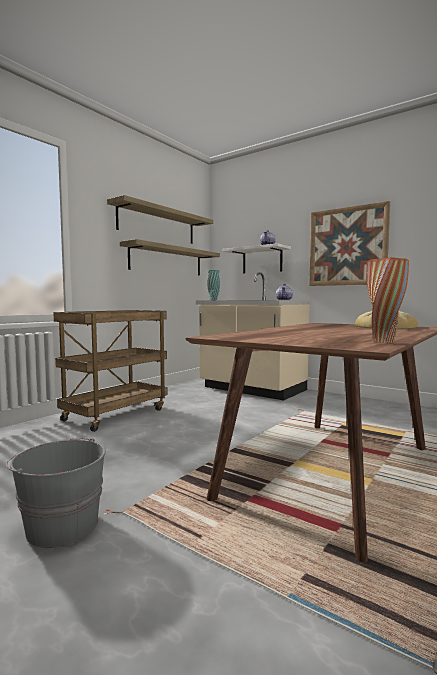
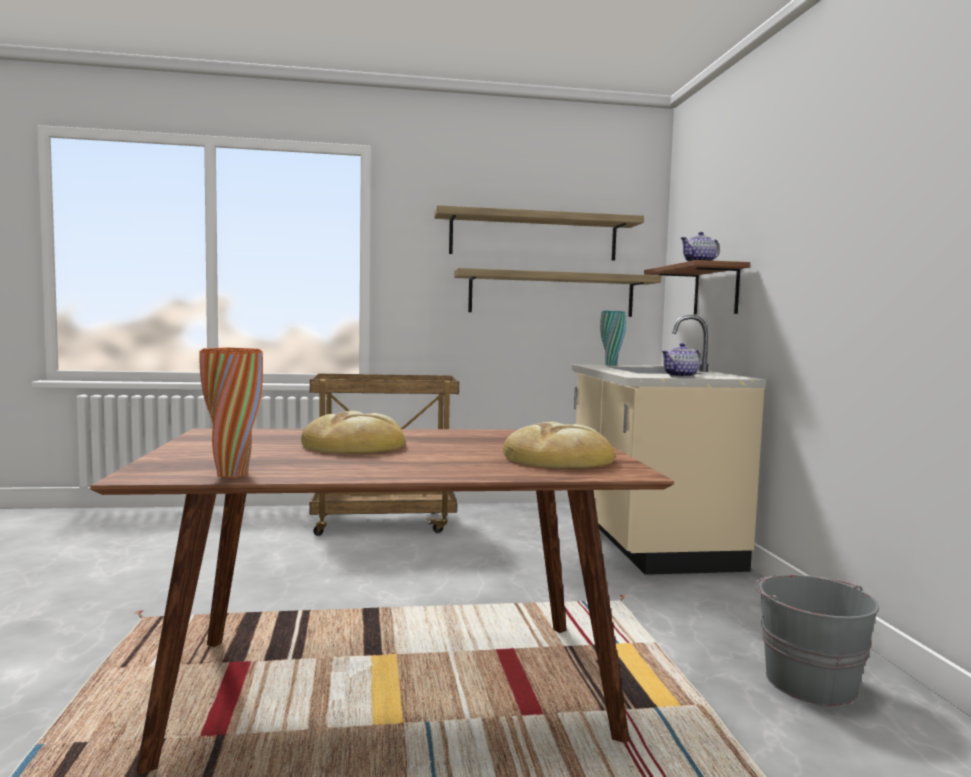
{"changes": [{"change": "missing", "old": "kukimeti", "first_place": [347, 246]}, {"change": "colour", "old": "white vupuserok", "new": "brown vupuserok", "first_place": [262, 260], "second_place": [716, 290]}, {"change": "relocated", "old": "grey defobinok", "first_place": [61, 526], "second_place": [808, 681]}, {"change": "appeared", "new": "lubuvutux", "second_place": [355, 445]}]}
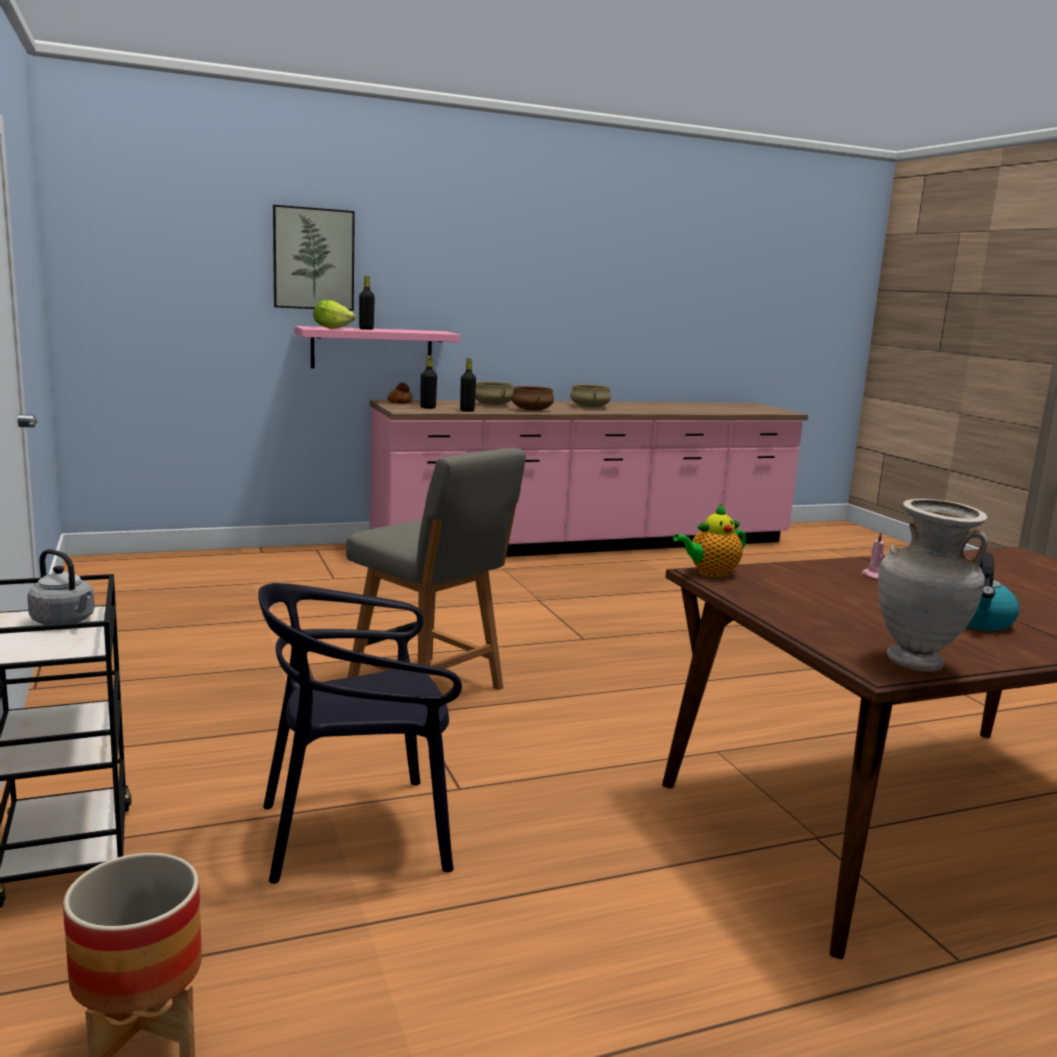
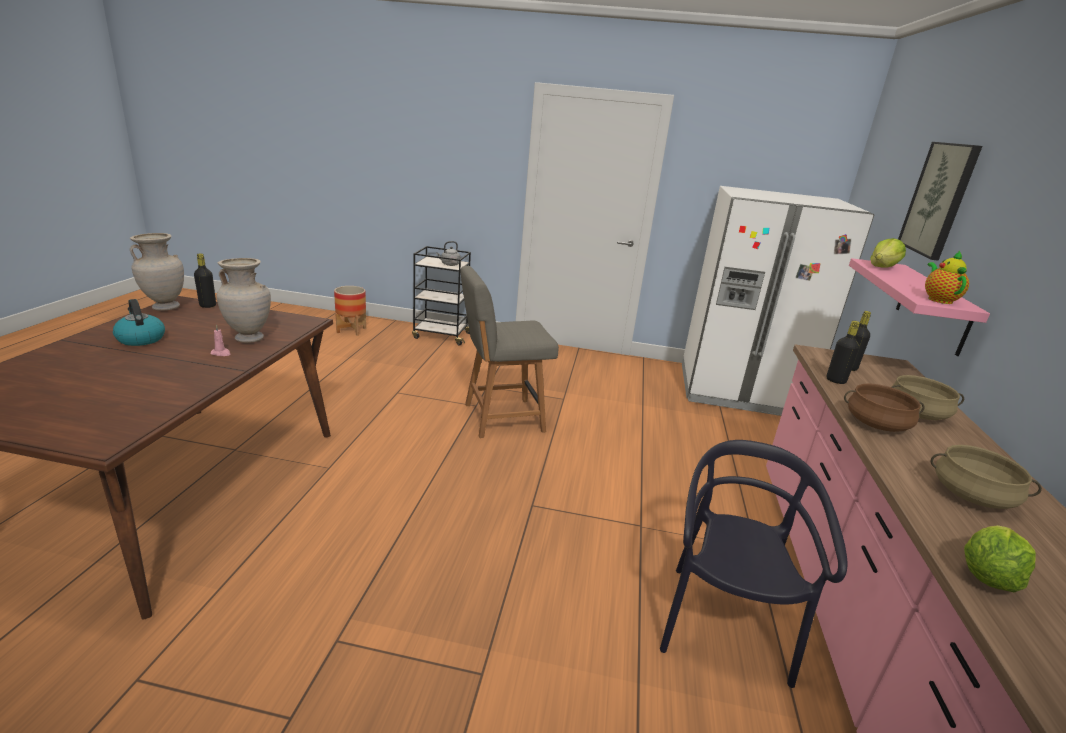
{"changes": [{"change": "relocated", "old": "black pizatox", "first_place": [366, 329], "second_place": [208, 305]}, {"change": "missing", "old": "lubuvutux", "first_place": [400, 402]}, {"change": "relocated", "old": "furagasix", "first_place": [710, 573], "second_place": [938, 299]}, {"change": "relocated", "old": "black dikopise", "first_place": [357, 832], "second_place": [723, 623]}, {"change": "appeared", "new": "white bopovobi", "second_place": [738, 391]}, {"change": "appeared", "new": "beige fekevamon", "second_place": [249, 338]}, {"change": "appeared", "new": "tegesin", "second_place": [986, 576]}]}
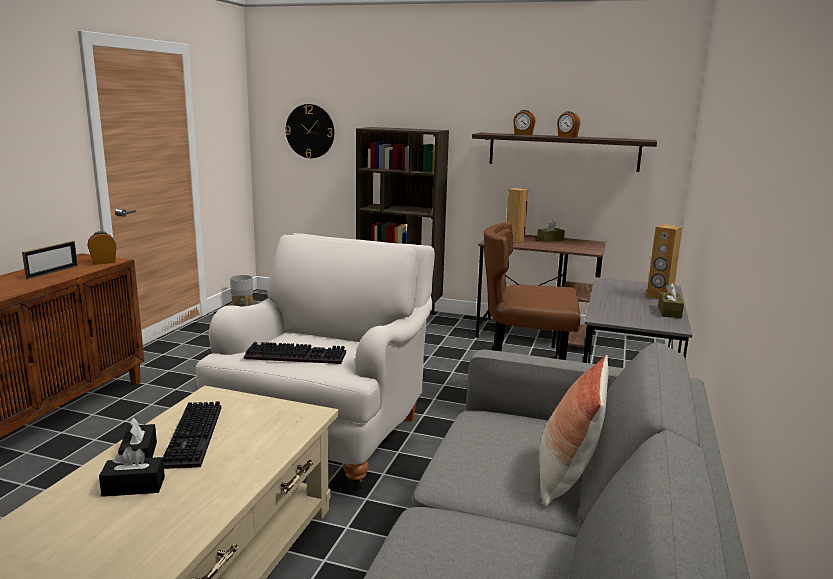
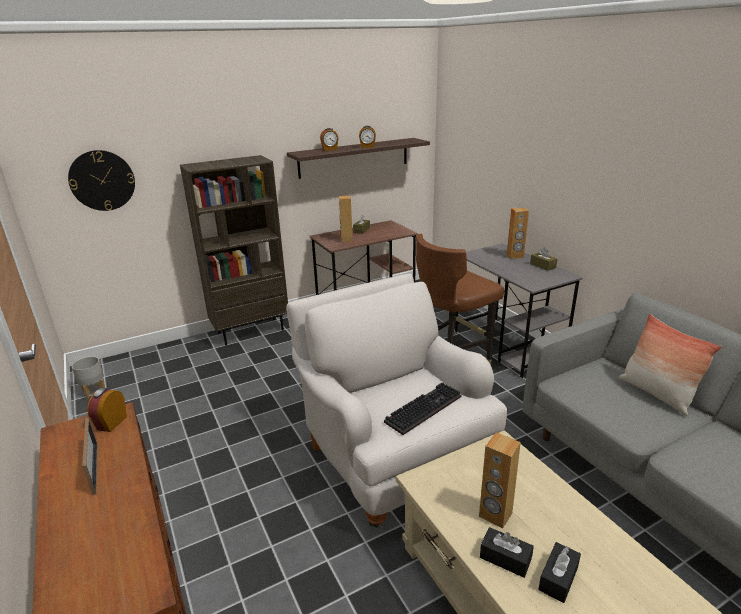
{"changes": [{"change": "exchanged", "old": "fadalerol", "new": "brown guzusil", "first_place": [195, 437], "second_place": [495, 515]}]}
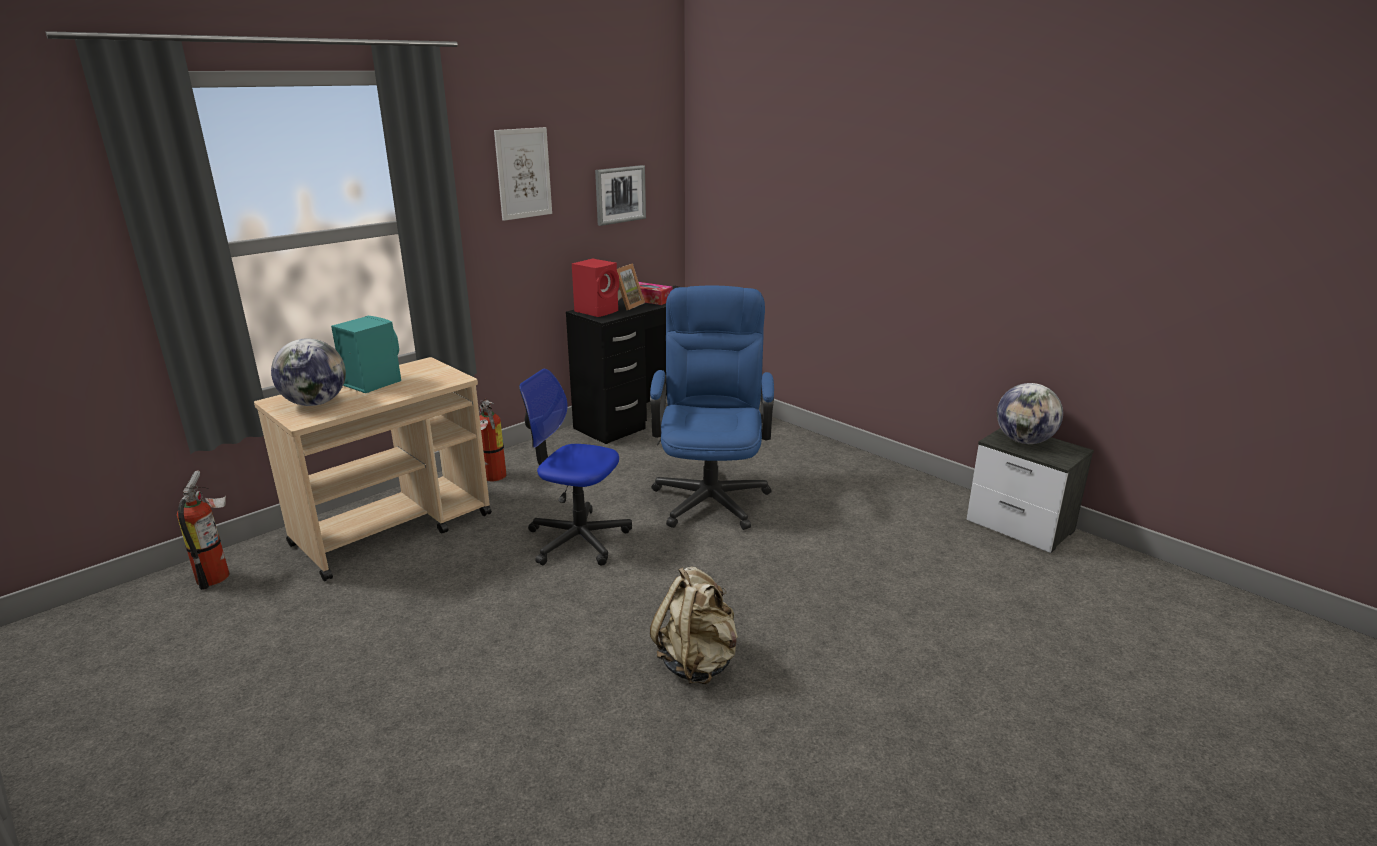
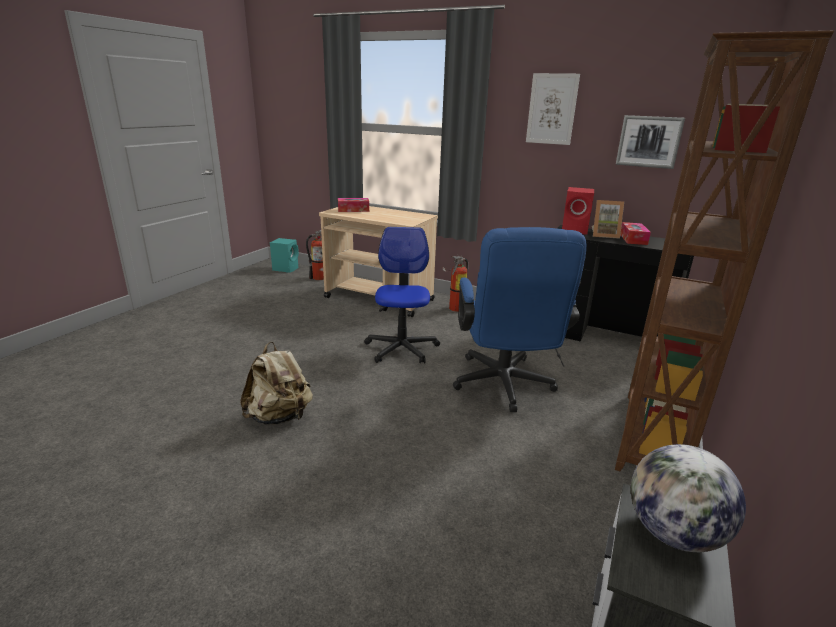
{"changes": [{"change": "spun", "old": "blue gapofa", "first_place": [711, 494], "second_place": [504, 387], "degrees": 105}, {"change": "relocated", "old": "turquoise guzusil", "first_place": [371, 383], "second_place": [286, 268]}, {"change": "exchanged", "old": "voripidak", "new": "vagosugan", "first_place": [315, 403], "second_place": [353, 210]}, {"change": "appeared", "new": "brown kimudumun", "second_place": [650, 437]}]}
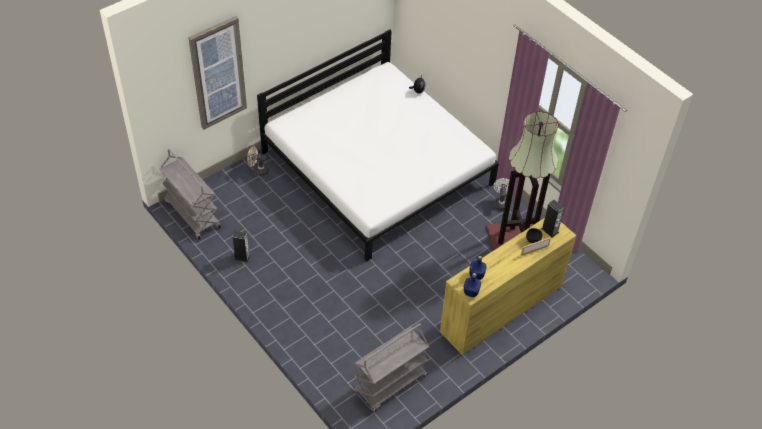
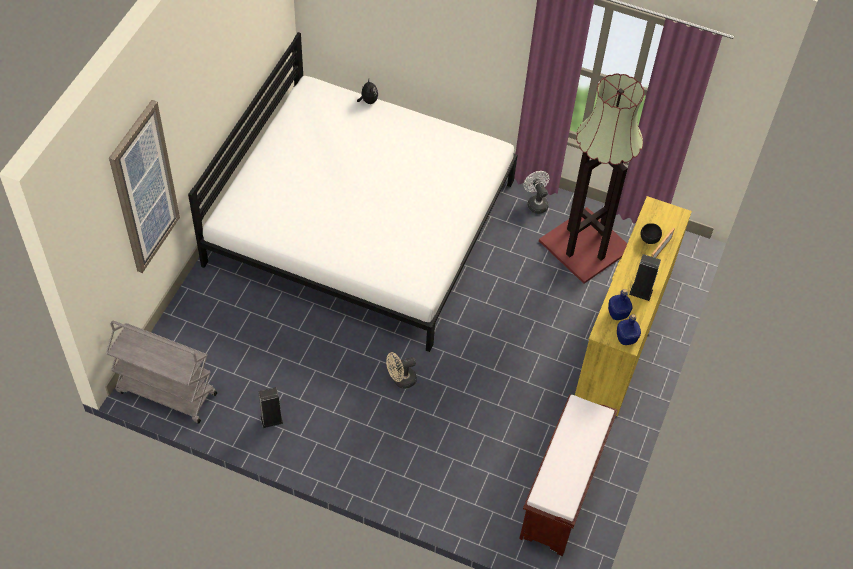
{"changes": [{"change": "relocated", "old": "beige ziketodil", "first_place": [258, 170], "second_place": [401, 380]}, {"change": "relocated", "old": "guzusil", "first_place": [550, 230], "second_place": [641, 292]}, {"change": "exchanged", "old": "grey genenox", "new": "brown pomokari", "first_place": [390, 385], "second_place": [561, 495]}]}
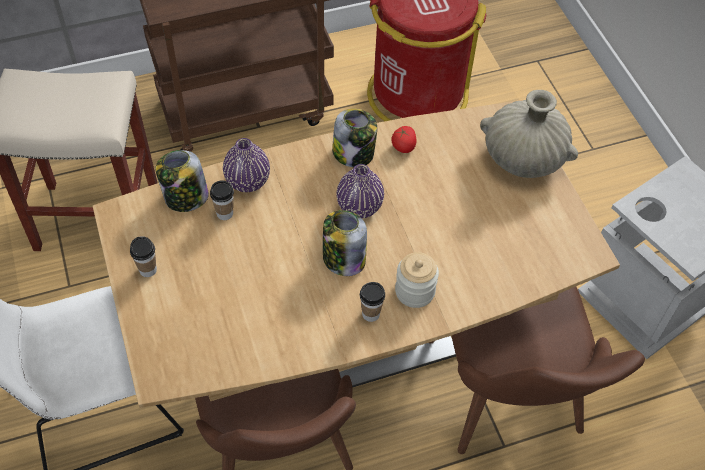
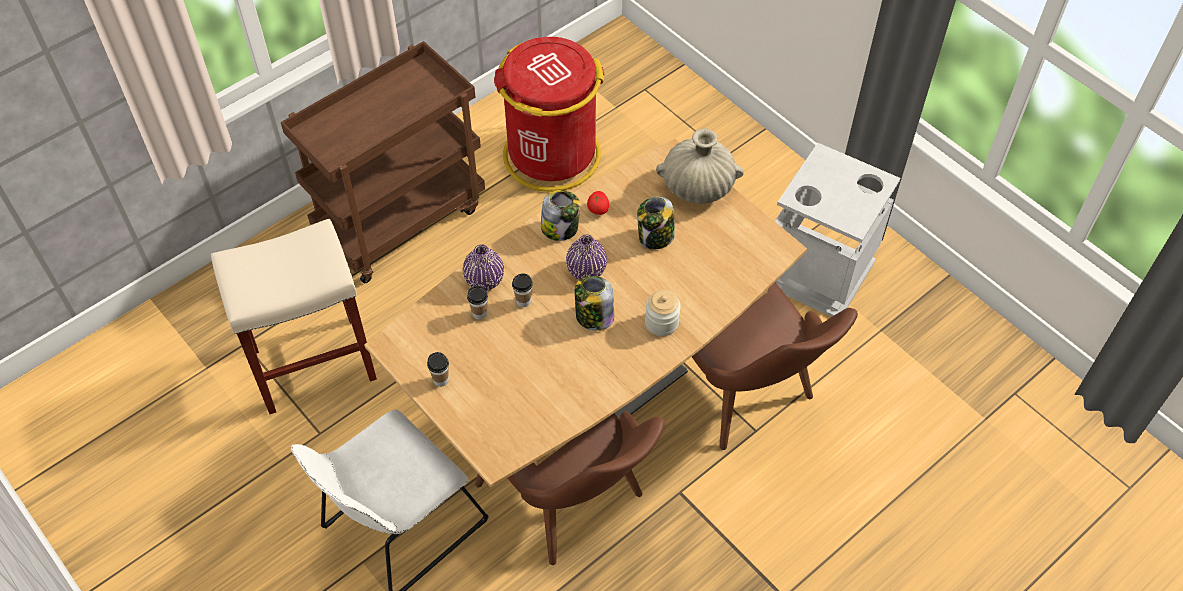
{"changes": [{"change": "relocated", "old": "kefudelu", "first_place": [185, 198], "second_place": [655, 237]}, {"change": "relocated", "old": "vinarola", "first_place": [370, 314], "second_place": [523, 301]}]}
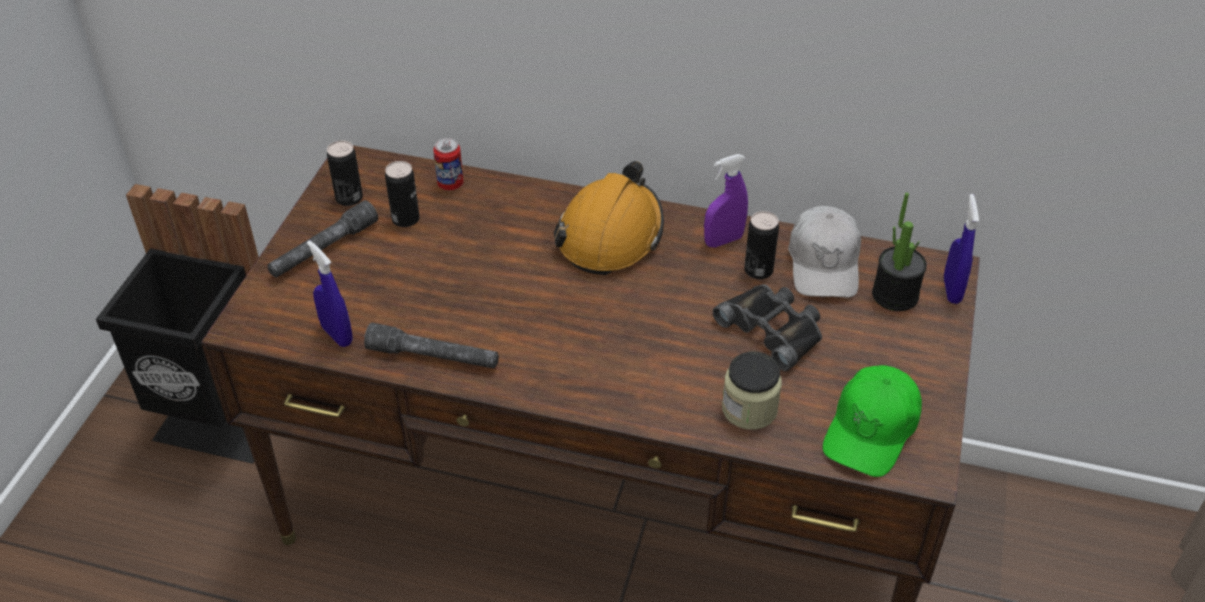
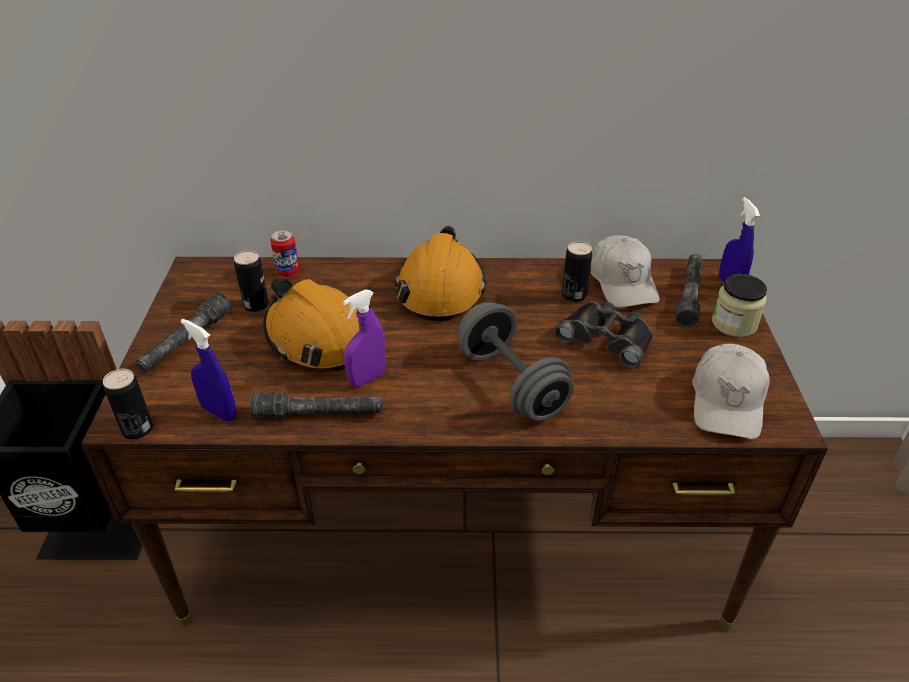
{"changes": [{"change": "relocated", "old": "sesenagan", "first_place": [349, 198], "second_place": [137, 429]}, {"change": "relocated", "old": "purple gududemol", "first_place": [723, 240], "second_place": [367, 378]}, {"change": "exchanged", "old": "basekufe", "new": "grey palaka", "first_place": [895, 295], "second_place": [689, 296]}, {"change": "relocated", "old": "kefudelu", "first_place": [749, 409], "second_place": [734, 323]}, {"change": "colour", "old": "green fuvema", "new": "white fuvema", "first_place": [871, 430], "second_place": [727, 401]}, {"change": "appeared", "new": "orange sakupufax", "second_place": [317, 338]}, {"change": "appeared", "new": "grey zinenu", "second_place": [511, 383]}]}
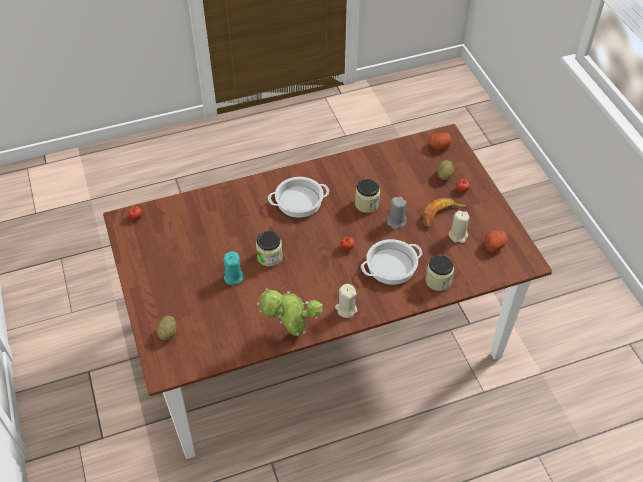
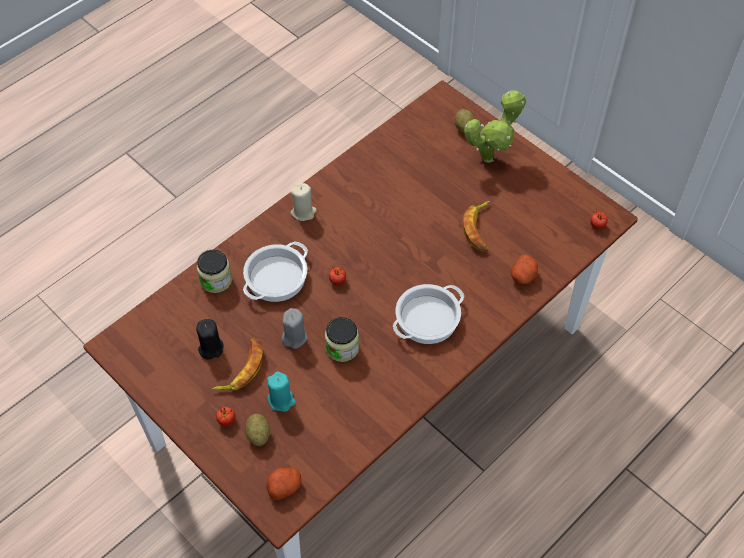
{"changes": [{"change": "colour", "old": "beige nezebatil", "new": "black nezebatil", "first_place": [458, 235], "second_place": [210, 348]}, {"change": "relocated", "old": "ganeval", "first_place": [494, 245], "second_place": [523, 276]}, {"change": "missing", "old": "kefudelu", "first_place": [269, 257]}, {"change": "relocated", "old": "turquoise nezebatil", "first_place": [233, 277], "second_place": [281, 400]}, {"change": "relocated", "old": "basekufe", "first_place": [292, 333], "second_place": [491, 156]}, {"change": "appeared", "new": "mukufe", "second_place": [479, 229]}]}
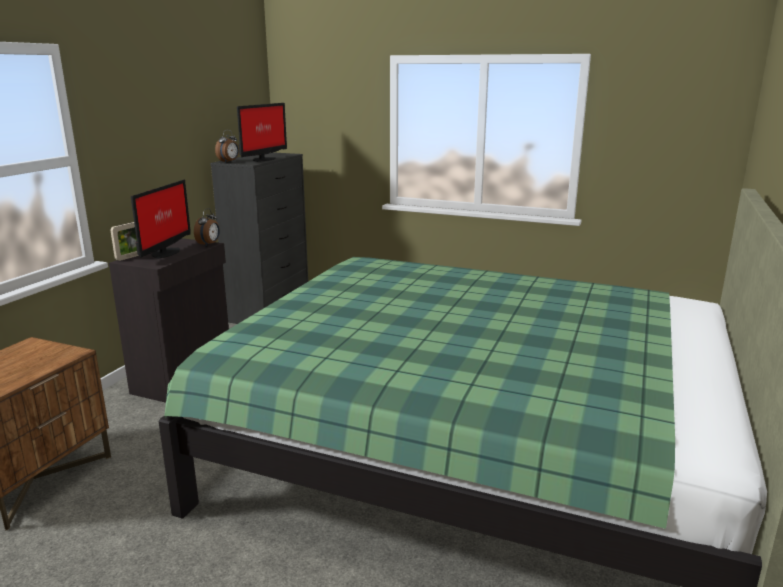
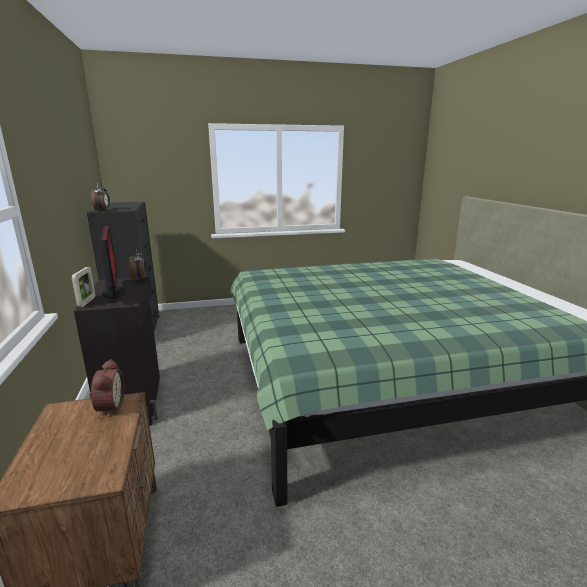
{"changes": [{"change": "missing", "old": "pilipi", "first_place": [262, 159]}, {"change": "appeared", "new": "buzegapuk", "second_place": [108, 407]}]}
